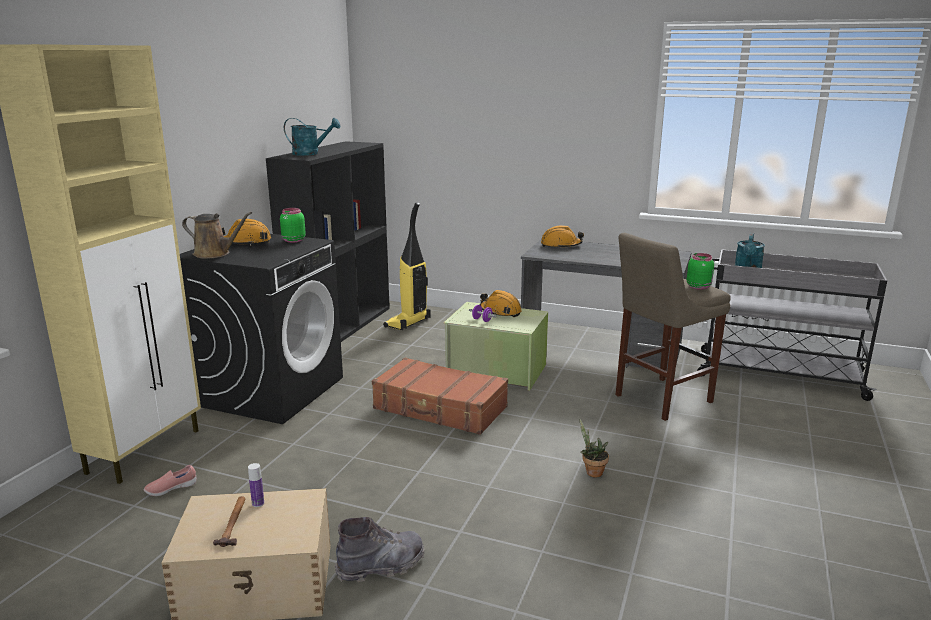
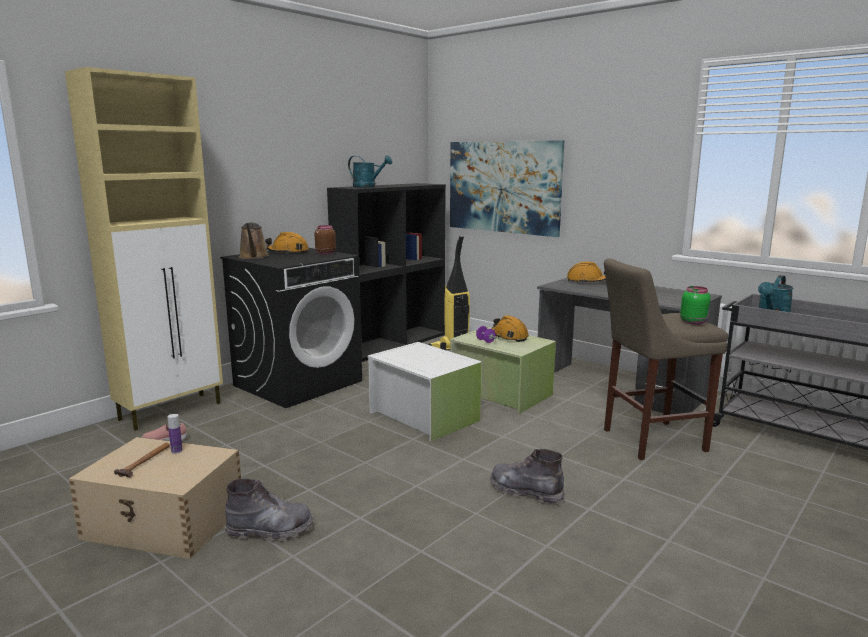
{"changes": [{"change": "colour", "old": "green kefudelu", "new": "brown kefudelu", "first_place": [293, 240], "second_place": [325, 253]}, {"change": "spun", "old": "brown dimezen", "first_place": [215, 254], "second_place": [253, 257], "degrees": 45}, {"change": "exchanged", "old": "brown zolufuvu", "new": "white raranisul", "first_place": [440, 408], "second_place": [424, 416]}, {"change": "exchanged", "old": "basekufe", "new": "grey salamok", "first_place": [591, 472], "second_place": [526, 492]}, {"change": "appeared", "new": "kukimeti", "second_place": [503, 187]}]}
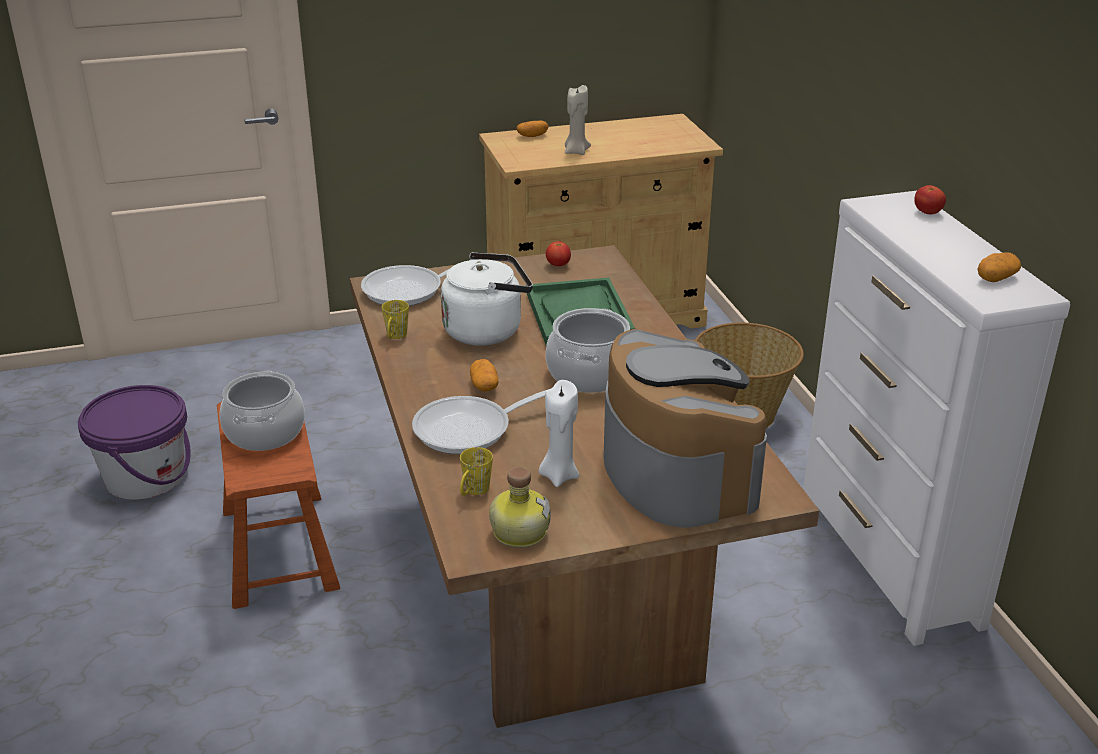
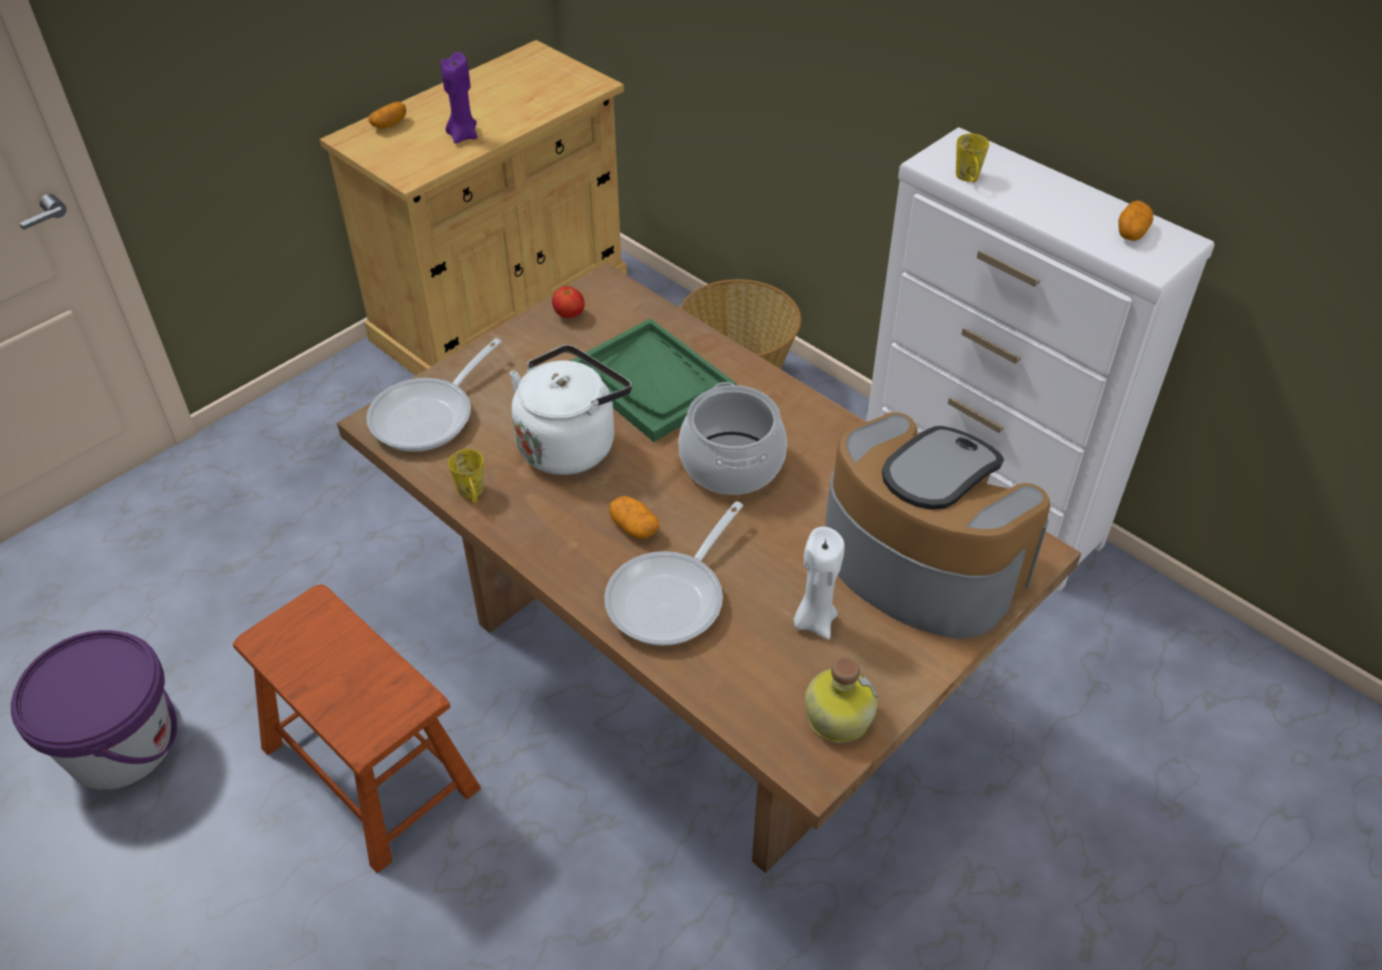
{"changes": [{"change": "colour", "old": "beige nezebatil", "new": "purple nezebatil", "first_place": [576, 151], "second_place": [463, 136]}, {"change": "missing", "old": "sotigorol", "first_place": [927, 212]}, {"change": "missing", "old": "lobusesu", "first_place": [264, 432]}, {"change": "relocated", "old": "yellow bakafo", "first_place": [473, 493], "second_place": [969, 179]}]}
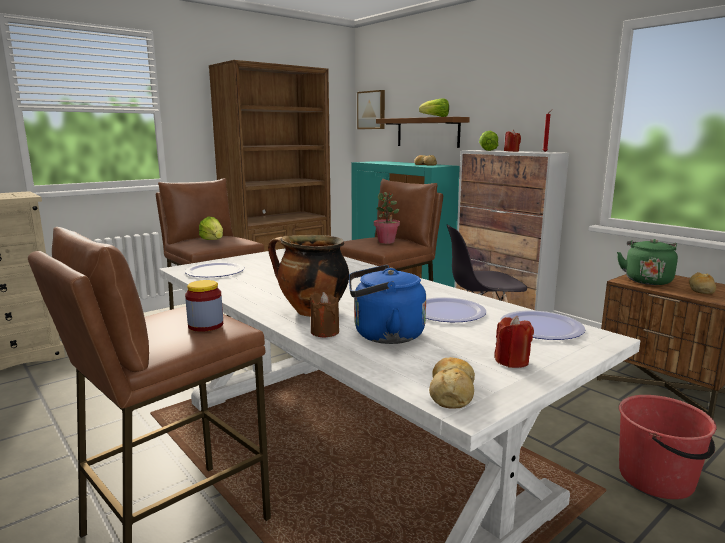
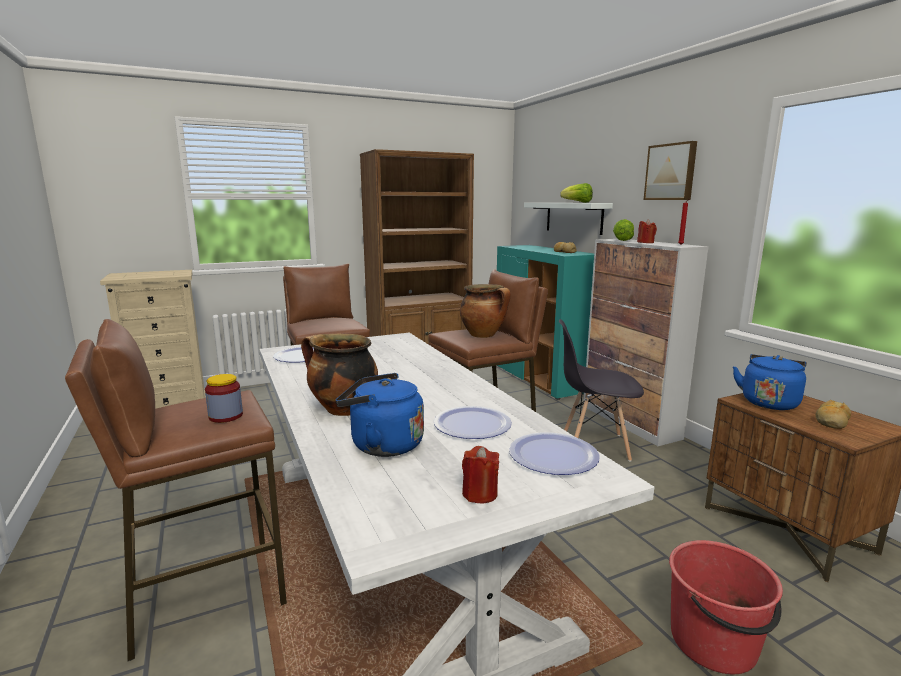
{"changes": [{"change": "relocated", "old": "kukimeti", "first_place": [372, 110], "second_place": [671, 172]}, {"change": "colour", "old": "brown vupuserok", "new": "white vupuserok", "first_place": [427, 132], "second_place": [573, 217]}, {"change": "exchanged", "old": "basekufe", "new": "lobusesu", "first_place": [386, 242], "second_place": [484, 335]}, {"change": "missing", "old": "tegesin", "first_place": [213, 241]}, {"change": "colour", "old": "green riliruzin", "new": "blue riliruzin", "first_place": [646, 280], "second_place": [769, 402]}, {"change": "missing", "old": "brown nezebatil", "first_place": [325, 332]}, {"change": "missing", "old": "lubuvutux", "first_place": [451, 392]}]}
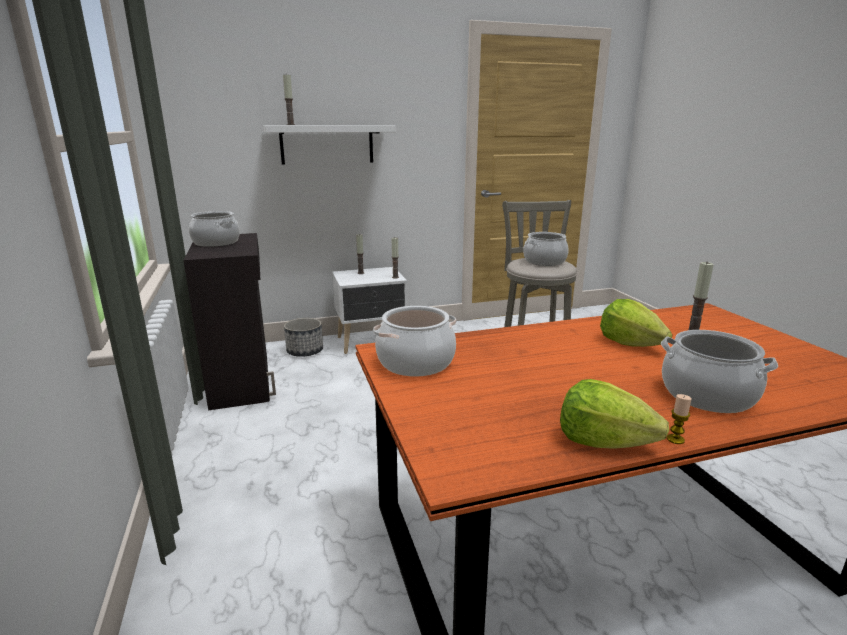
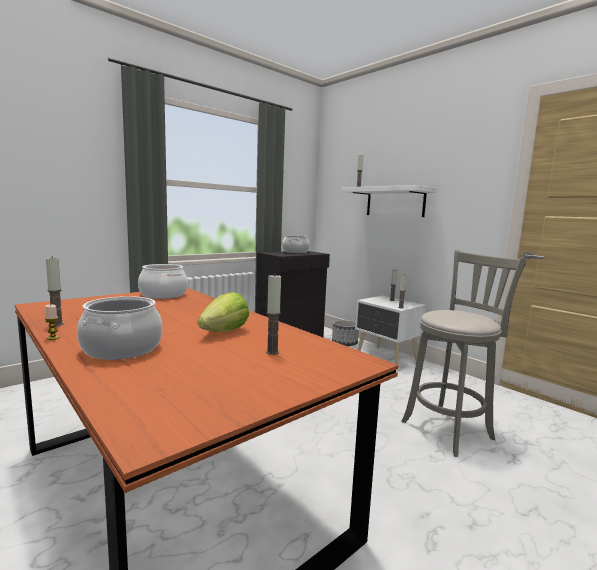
{"changes": [{"change": "missing", "old": "lobusesu", "first_place": [544, 261]}, {"change": "exchanged", "old": "tegesin", "new": "nezebatil", "first_place": [603, 442], "second_place": [57, 324]}]}
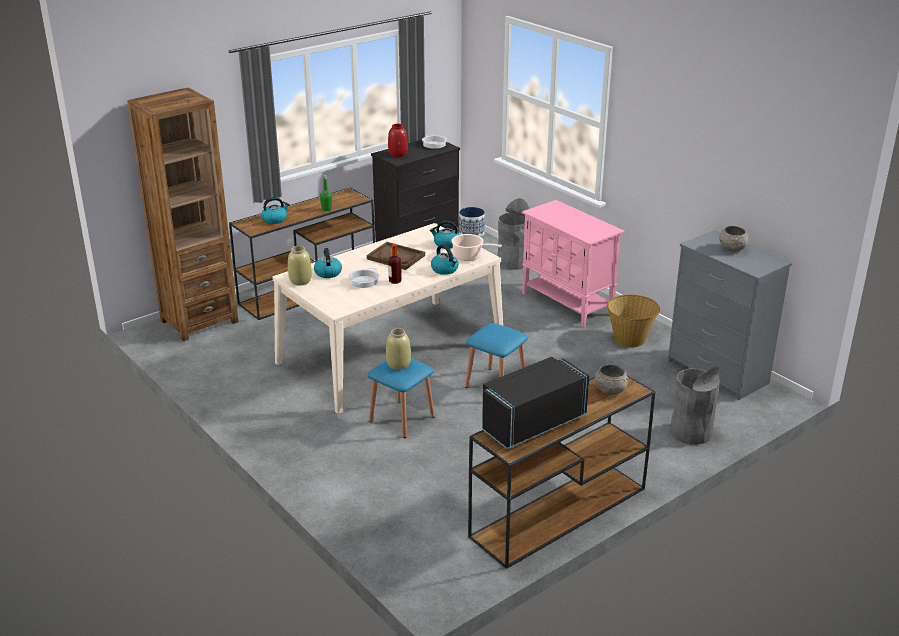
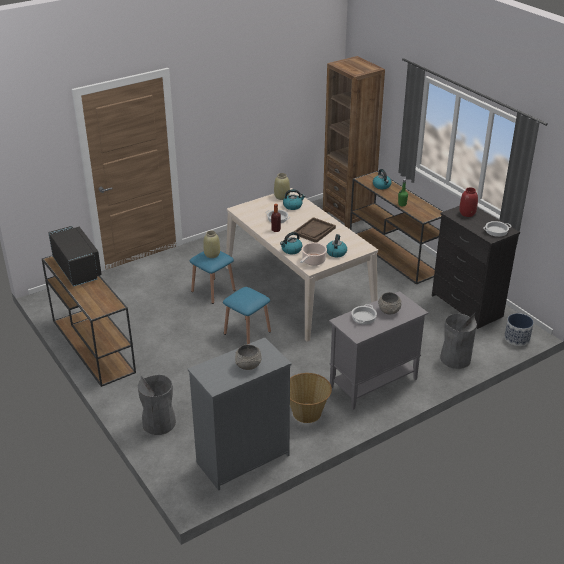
{"changes": [{"change": "colour", "old": "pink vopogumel", "new": "grey vopogumel", "first_place": [567, 304], "second_place": [373, 383]}, {"change": "relocated", "old": "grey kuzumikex", "first_place": [609, 390], "second_place": [389, 310]}, {"change": "appeared", "new": "lobusesu", "second_place": [364, 317]}]}
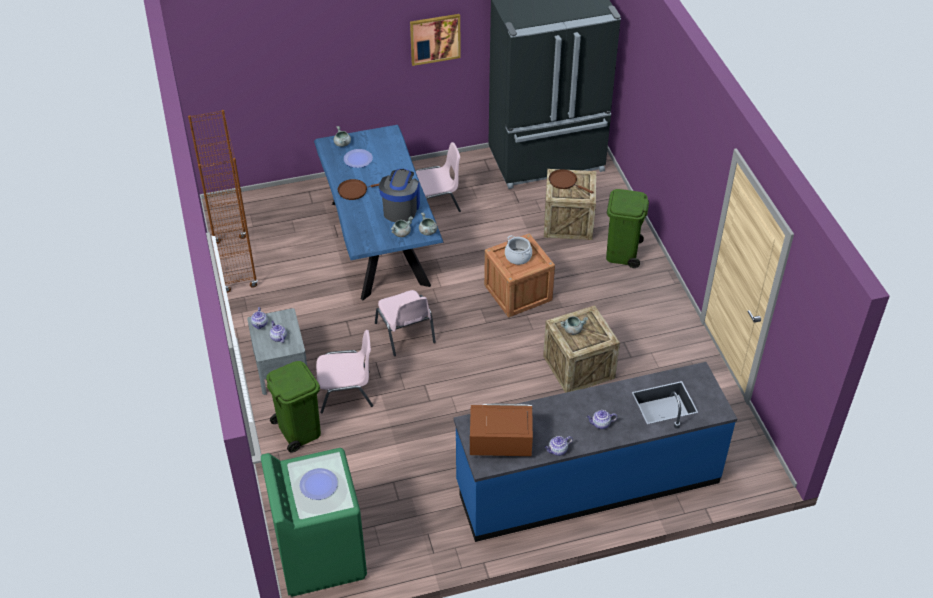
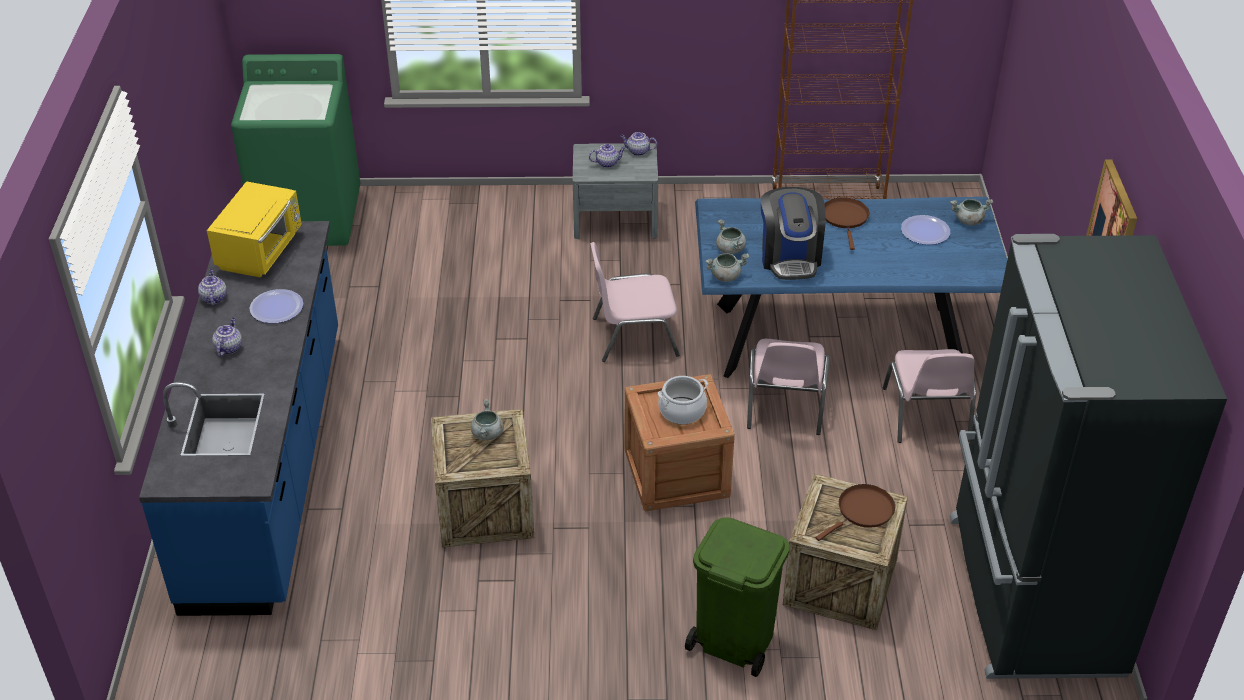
{"changes": [{"change": "spun", "old": "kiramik", "first_place": [401, 208], "second_place": [790, 257], "degrees": 60}, {"change": "relocated", "old": "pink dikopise", "first_place": [346, 391], "second_place": [784, 406]}, {"change": "missing", "old": "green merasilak", "first_place": [299, 430]}, {"change": "colour", "old": "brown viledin", "new": "yellow viledin", "first_place": [499, 443], "second_place": [261, 251]}, {"change": "relocated", "old": "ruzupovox", "first_place": [318, 484], "second_place": [277, 307]}]}
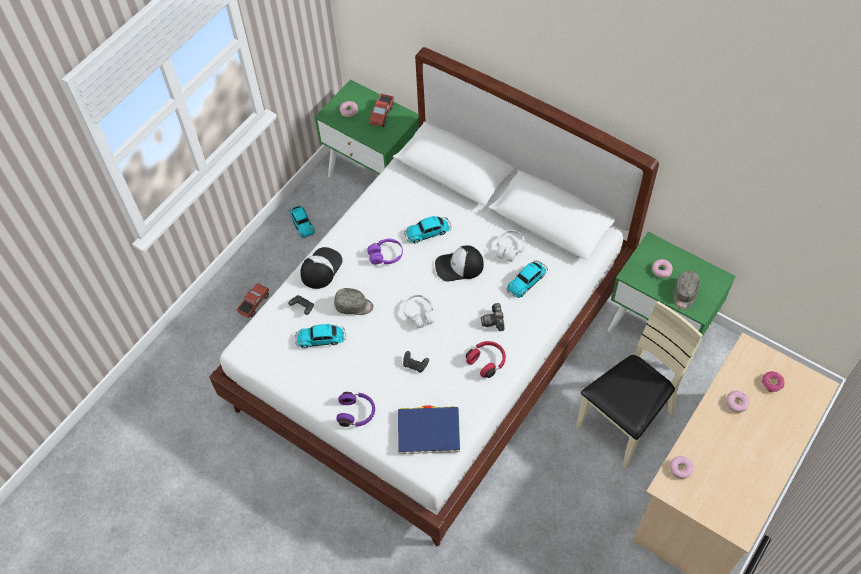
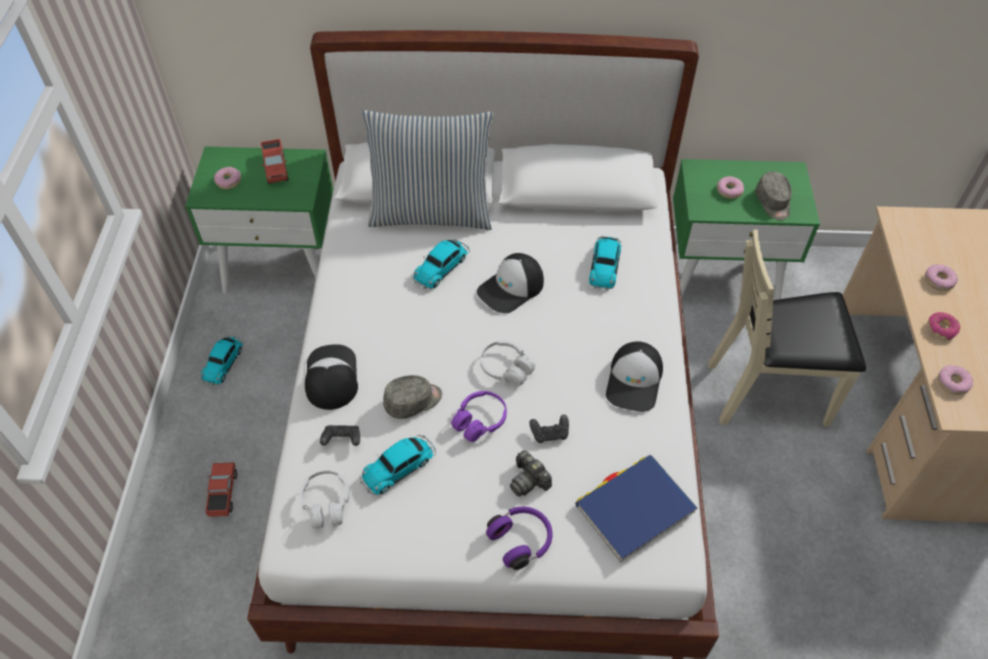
{"changes": [{"change": "spun", "old": "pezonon", "first_place": [301, 223], "second_place": [224, 362], "degrees": 75}, {"change": "relocated", "old": "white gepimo", "first_place": [509, 249], "second_place": [326, 503]}, {"change": "relocated", "old": "purple gepimo", "first_place": [385, 255], "second_place": [480, 420]}, {"change": "spun", "old": "beige dikopise", "first_place": [625, 421], "second_place": [768, 392], "degrees": -105}, {"change": "relocated", "old": "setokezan", "first_place": [494, 321], "second_place": [528, 480]}, {"change": "exchanged", "old": "red gepimo", "new": "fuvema", "first_place": [487, 361], "second_place": [634, 381]}, {"change": "relocated", "old": "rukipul", "first_place": [772, 383], "second_place": [941, 329]}, {"change": "appeared", "new": "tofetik", "second_place": [431, 213]}]}
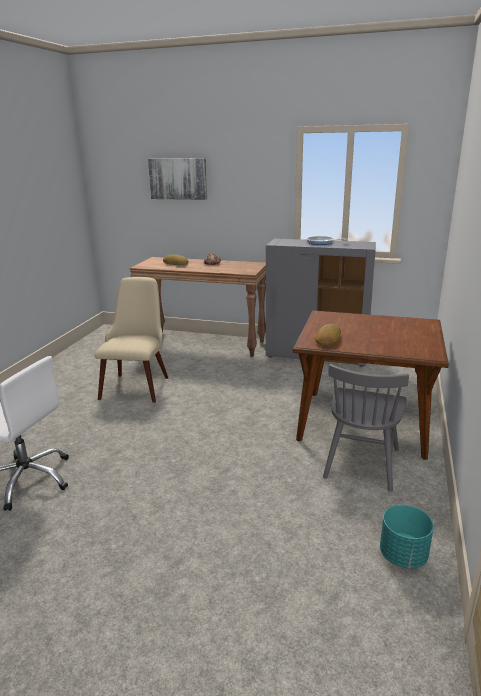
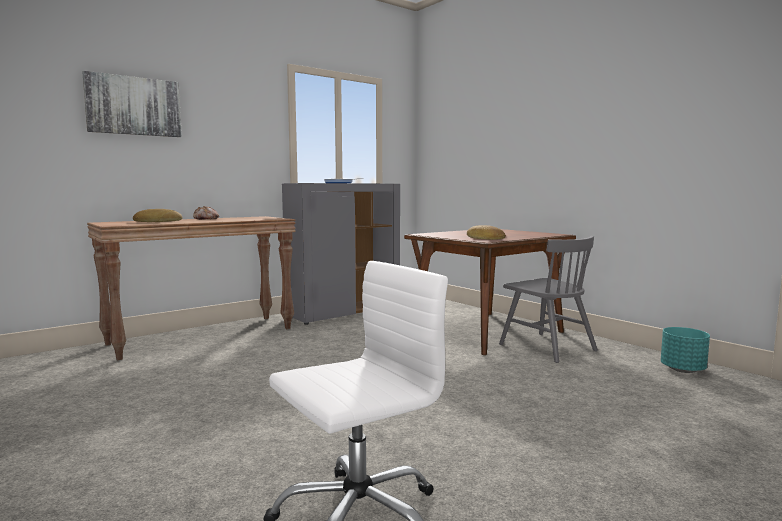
{"changes": [{"change": "missing", "old": "beige dikopise", "first_place": [138, 383]}]}
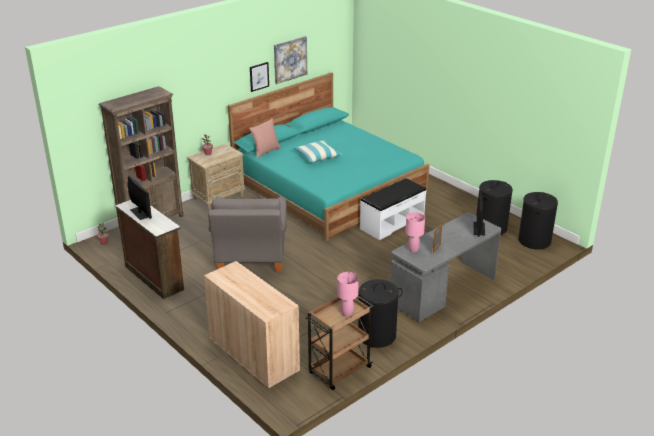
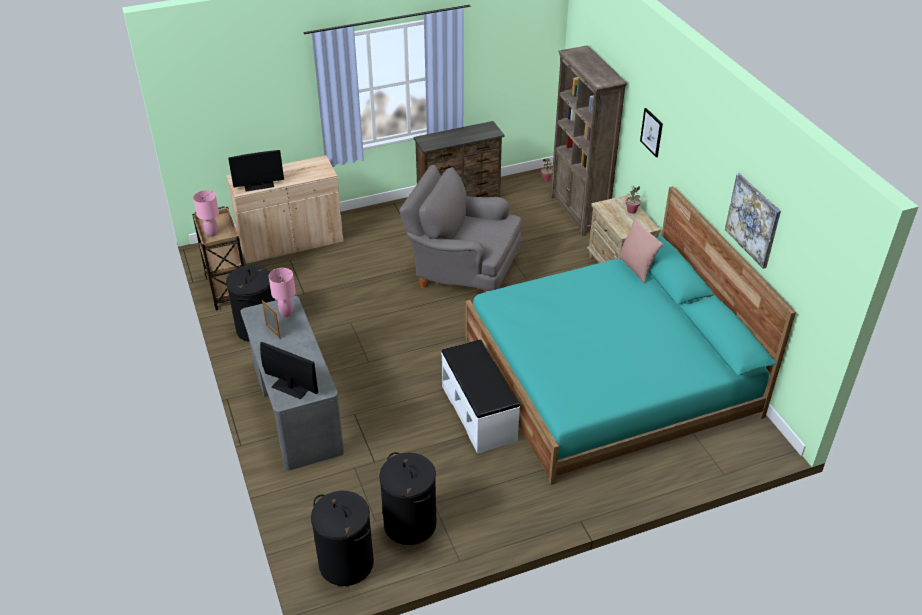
{"changes": [{"change": "relocated", "old": "kukimeti", "first_place": [259, 76], "second_place": [651, 132]}, {"change": "missing", "old": "tofetik", "first_place": [317, 156]}, {"change": "relocated", "old": "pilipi", "first_place": [140, 213], "second_place": [259, 185]}]}
